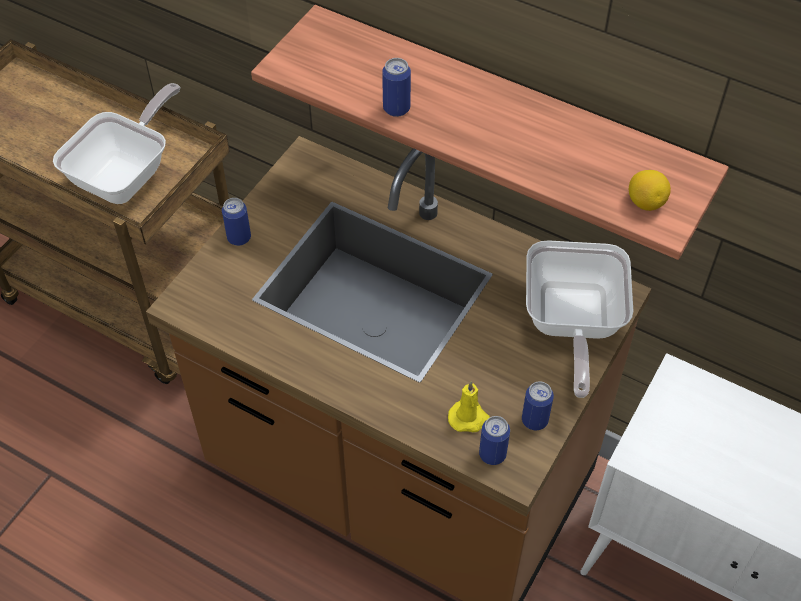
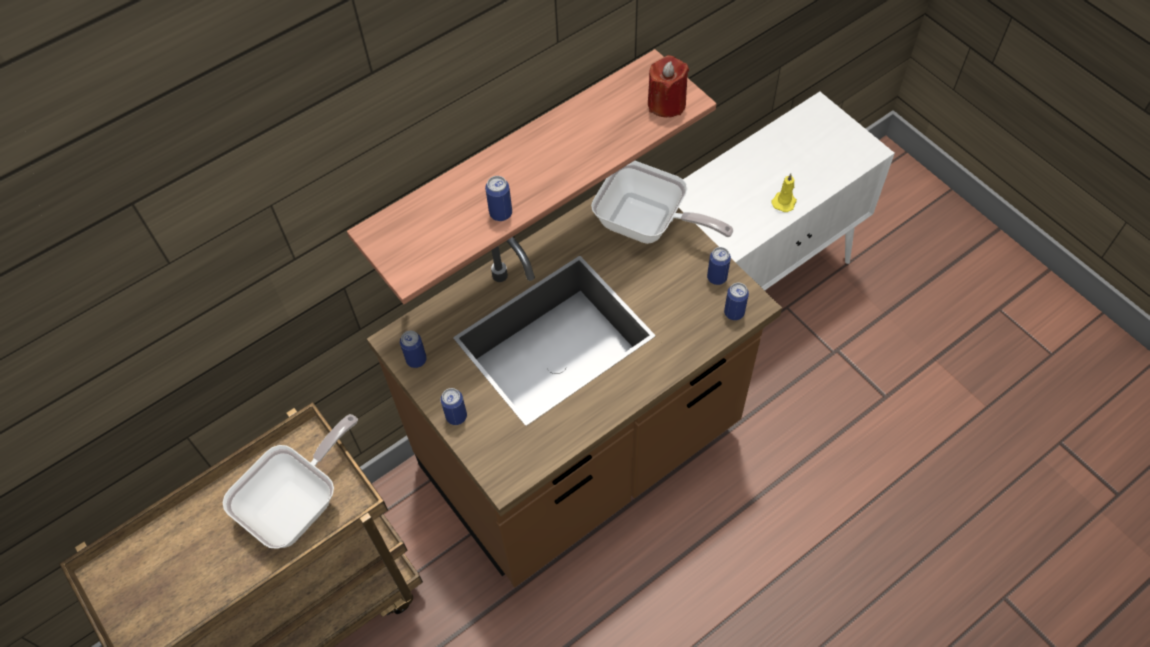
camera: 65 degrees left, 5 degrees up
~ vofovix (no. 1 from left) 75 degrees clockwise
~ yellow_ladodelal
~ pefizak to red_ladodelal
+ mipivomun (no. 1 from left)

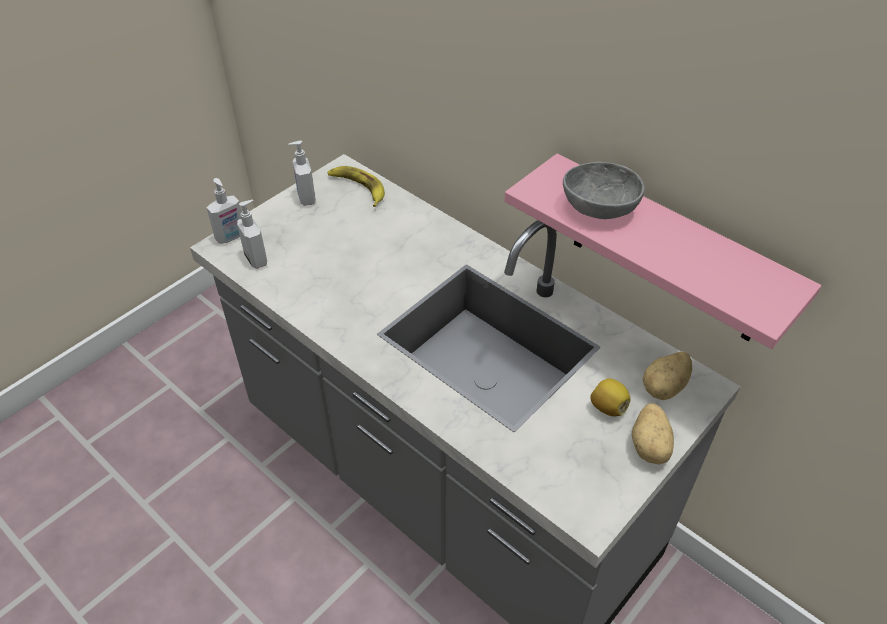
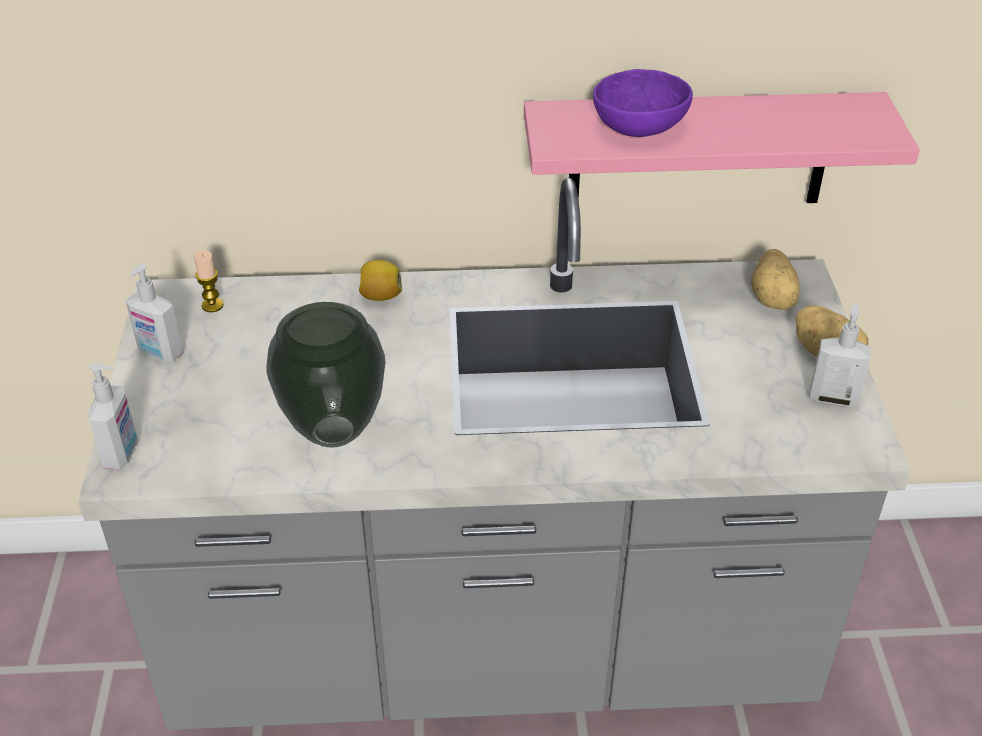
camera: 45 degrees left, 5 degrees down
~ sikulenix (no. 2 from left in the first image) to sikulenix (no. 3 from left)
~ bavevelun to ladodelal
~ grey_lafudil to purple_lafudil
~ pefizak
+ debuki

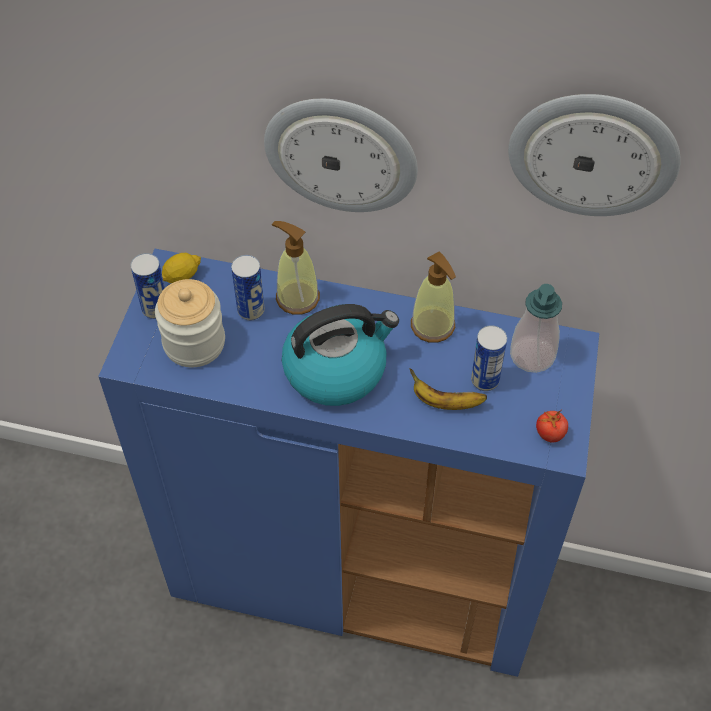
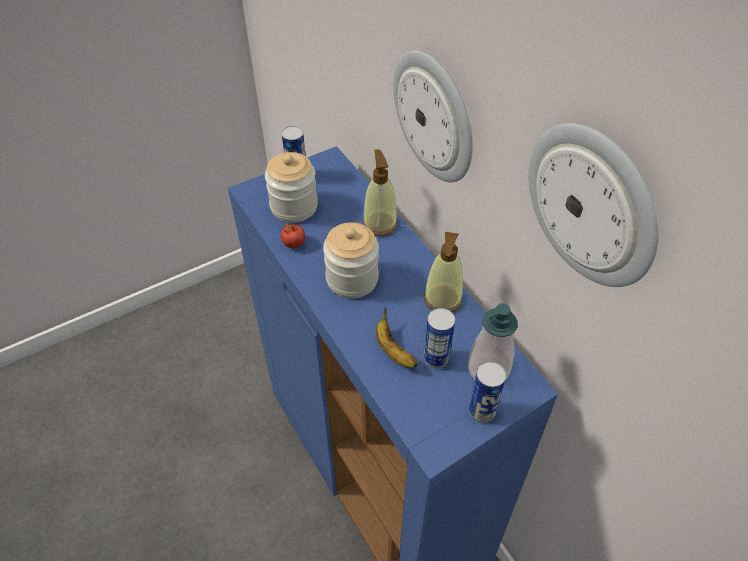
camera: 45 degrees right, 5 degrees down
- pefizak
~ mipivomun (no. 2 from left in the first image) to mipivomun (no. 3 from left)
~ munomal to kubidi (no. 2 from left)
~ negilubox

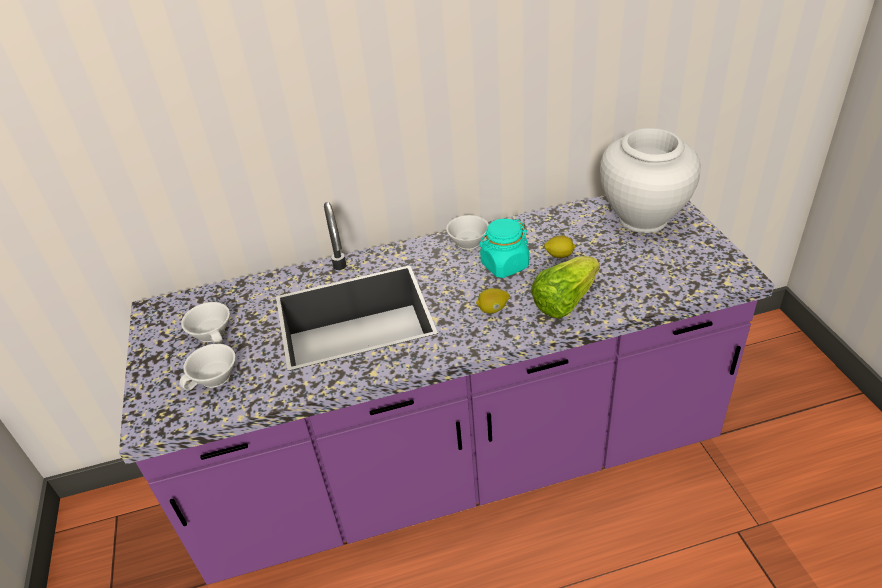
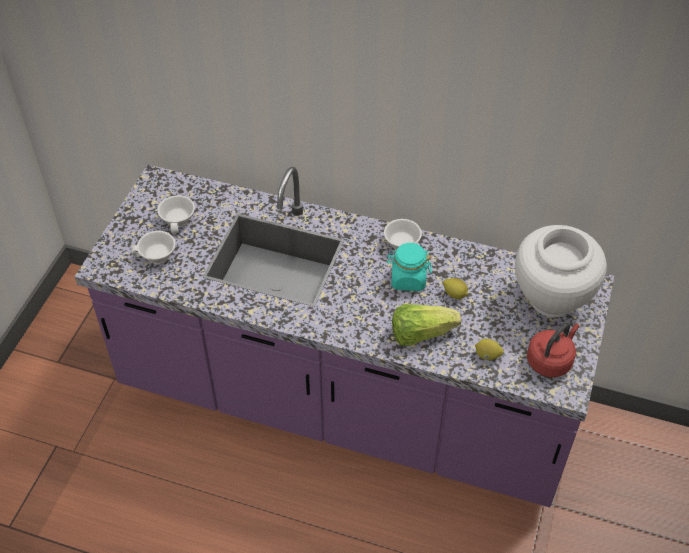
camera: 30 degrees right, 10 degrees up
~ pefizak (no. 1 from left in the first image) to pefizak (no. 2 from left)
+ red_munomal

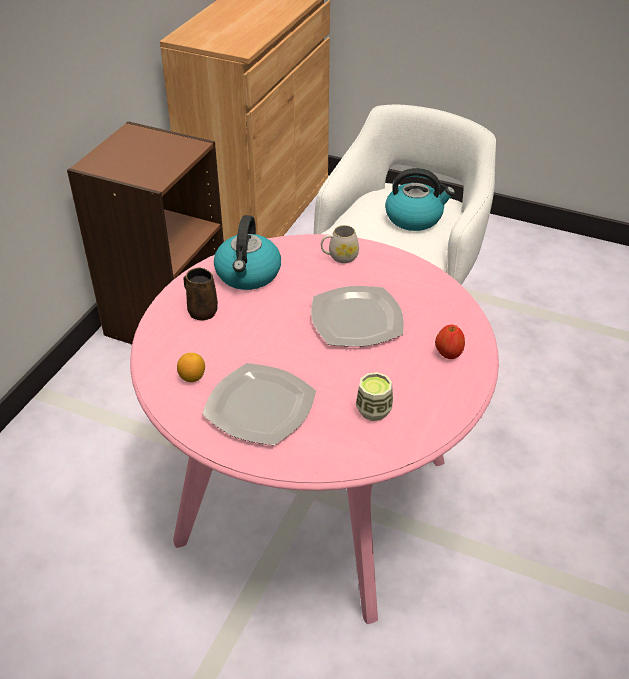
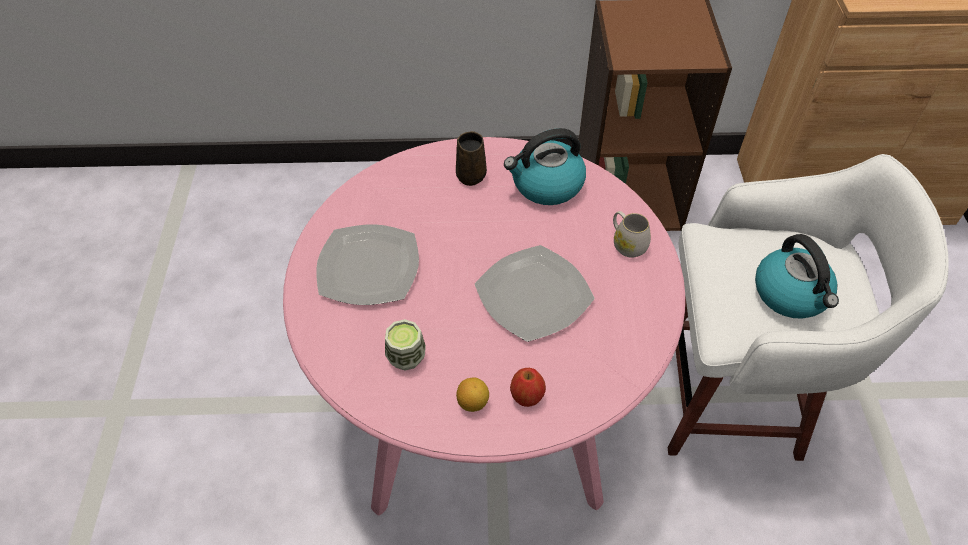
camera: 65 degrees right, 10 degrees up
~ pefizak

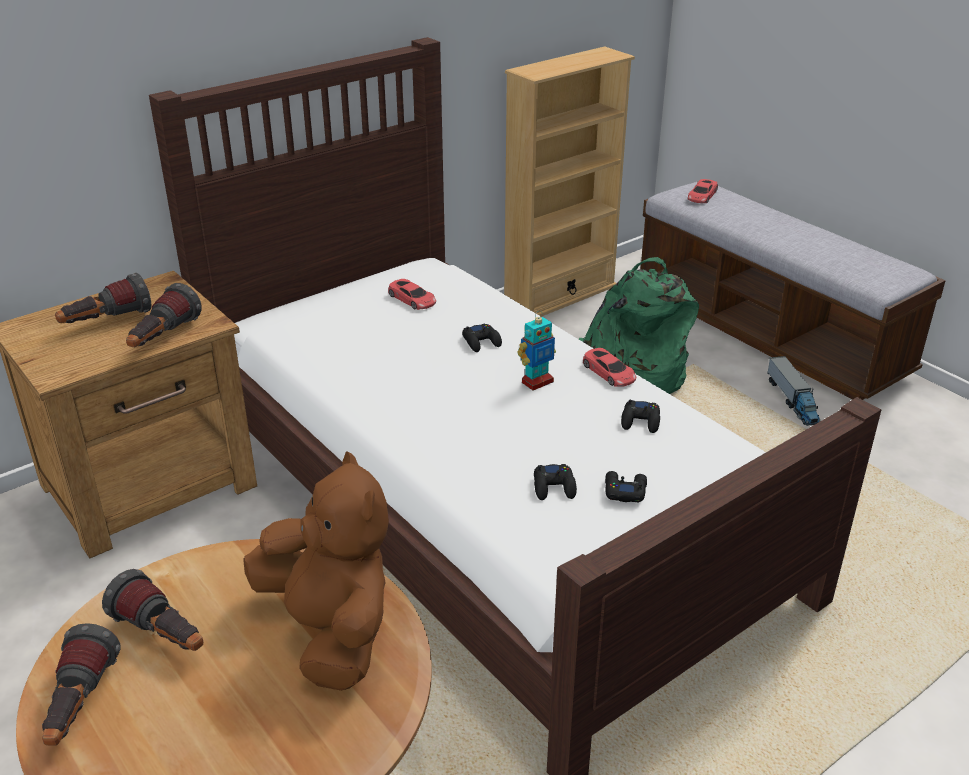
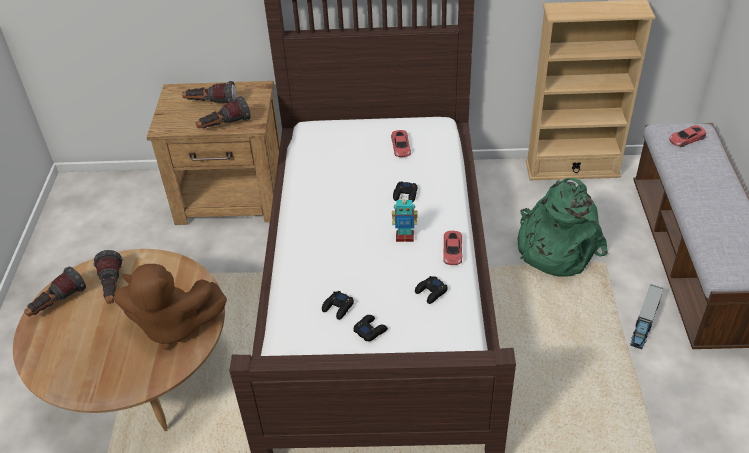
camera: 40 degrees right, 10 degrees up
~ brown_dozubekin 90 degrees clockwise

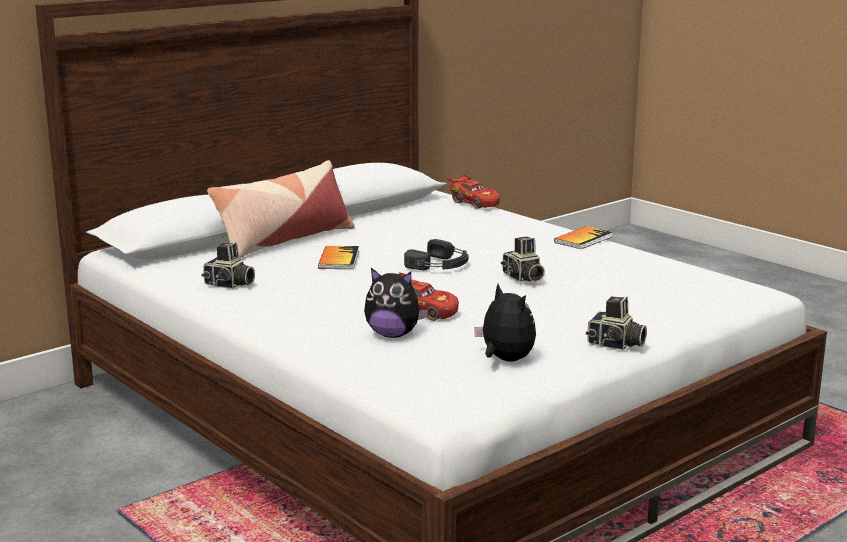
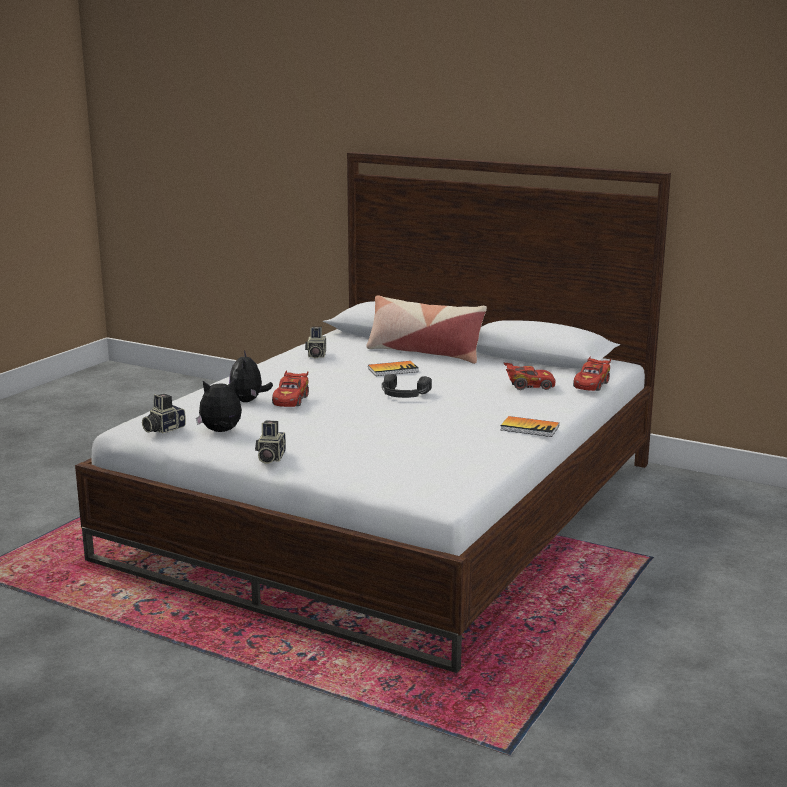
camera: 70 degrees right, 0 degrees up
~ dozubekin (no. 2 from left in the first image) 135 degrees counterclockwise
~ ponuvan (no. 2 from left in the first image) to ponuvan (no. 1 from left)
+ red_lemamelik (no. 2 from left)

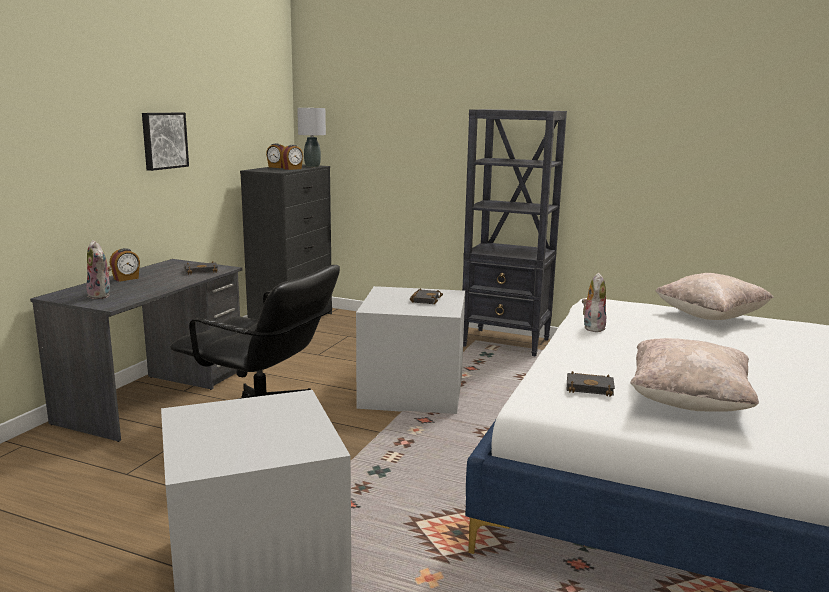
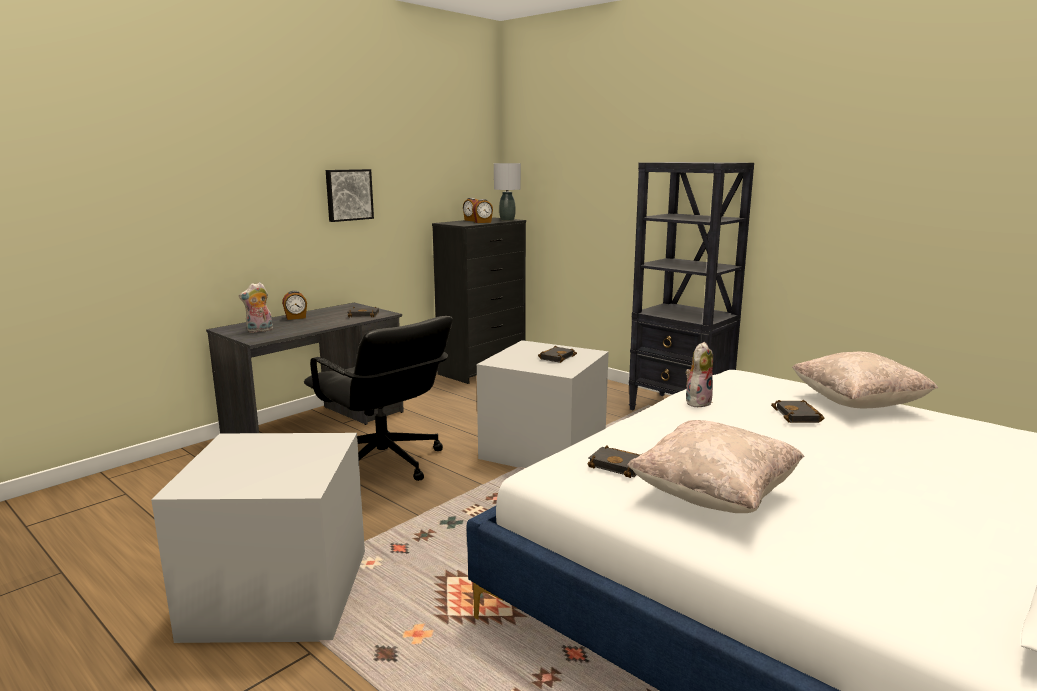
camera: 20 degrees right, 0 degrees up
~ dozubekin (no. 1 from left) 75 degrees clockwise
+ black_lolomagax (no. 4 from left)

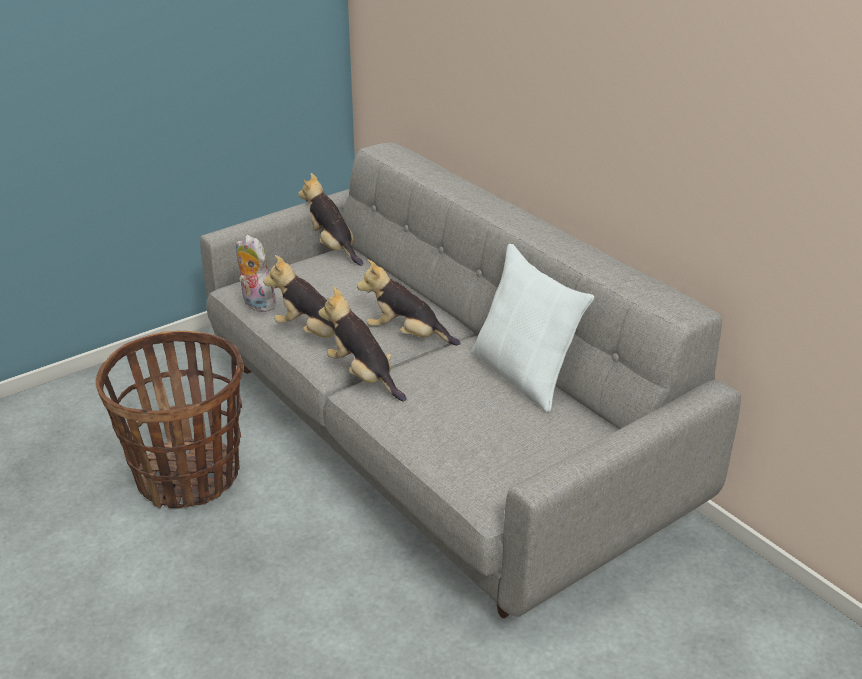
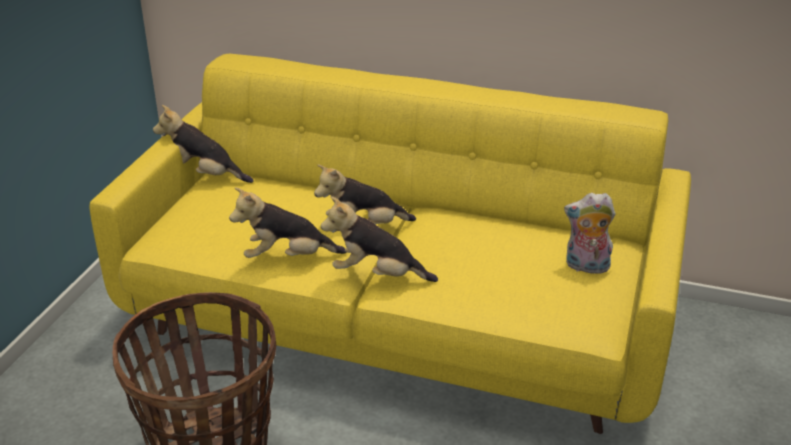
camera: 35 degrees left, 0 degrees up
~ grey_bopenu to yellow_bopenu
~ dozubekin (no. 1 from left in the first image) to dozubekin (no. 5 from left)
- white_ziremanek

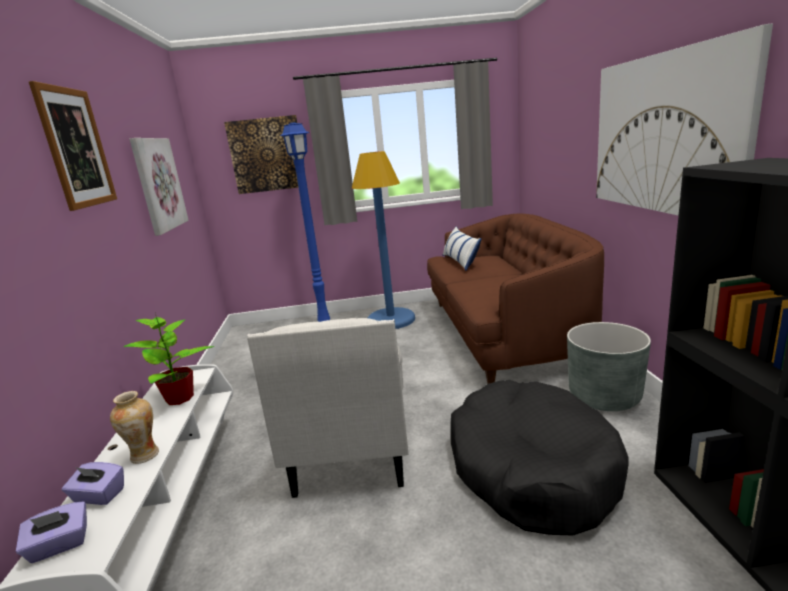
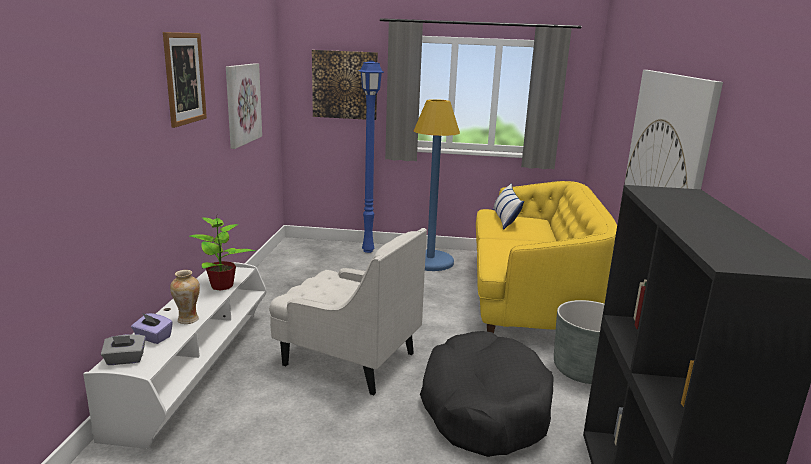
camera: 10 degrees right, 0 degrees up
~ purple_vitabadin (no. 1 from left) to grey_vitabadin
~ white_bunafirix 75 degrees counterclockwise
~ brown_bopenu to yellow_bopenu

